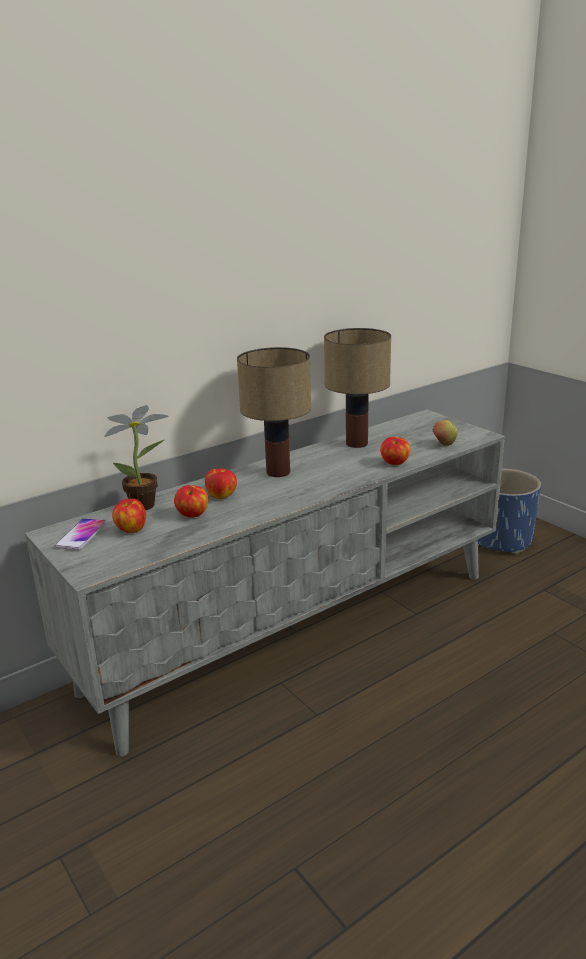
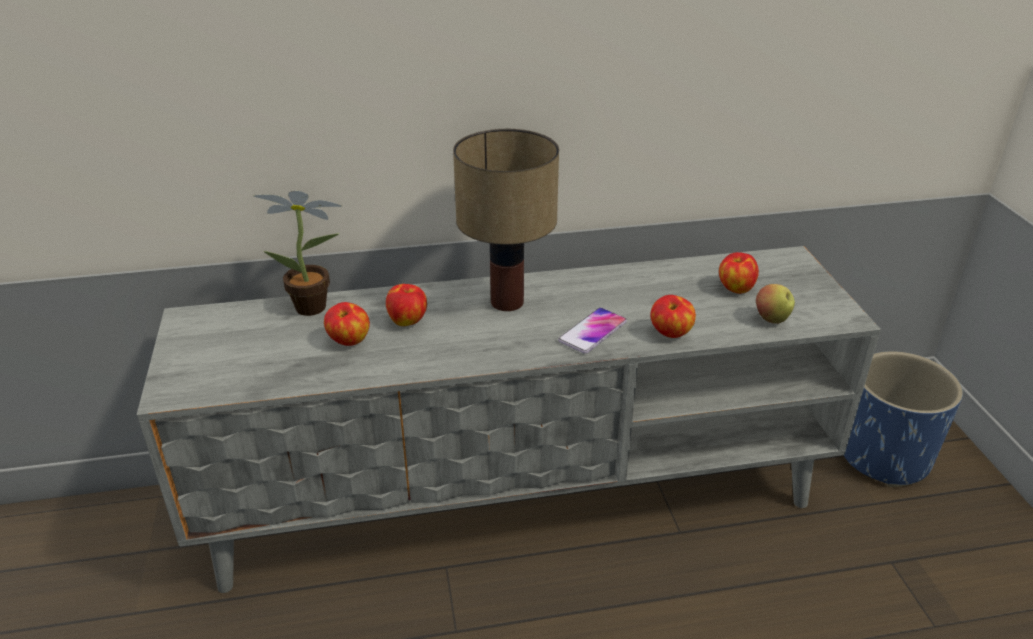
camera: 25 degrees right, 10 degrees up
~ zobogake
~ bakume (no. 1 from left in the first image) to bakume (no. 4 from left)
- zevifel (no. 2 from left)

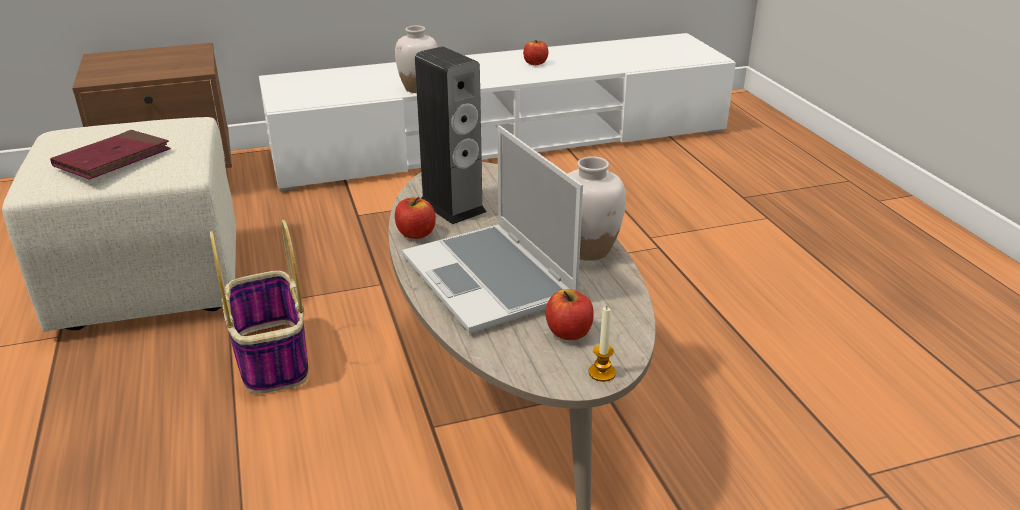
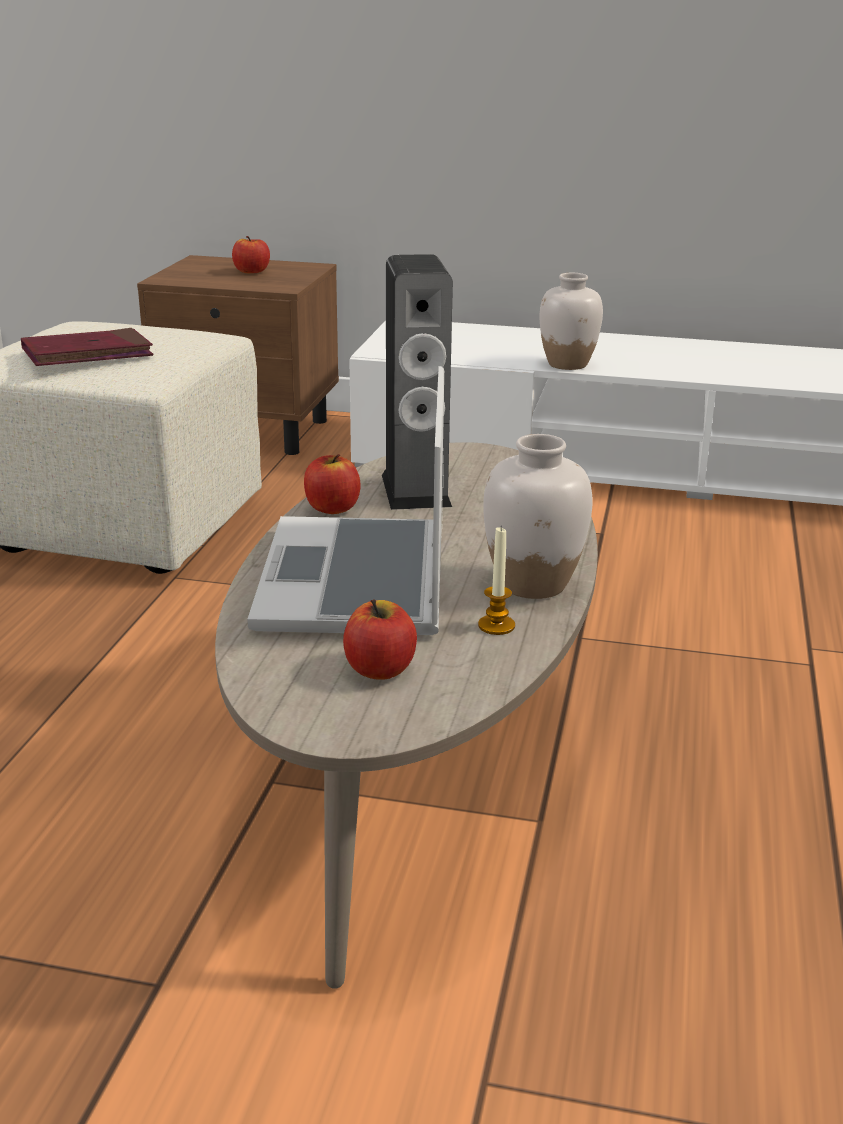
camera: 30 degrees right, 5 degrees down
- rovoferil
~ bakume (no. 2 from left in the first image) to bakume (no. 1 from left)
~ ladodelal

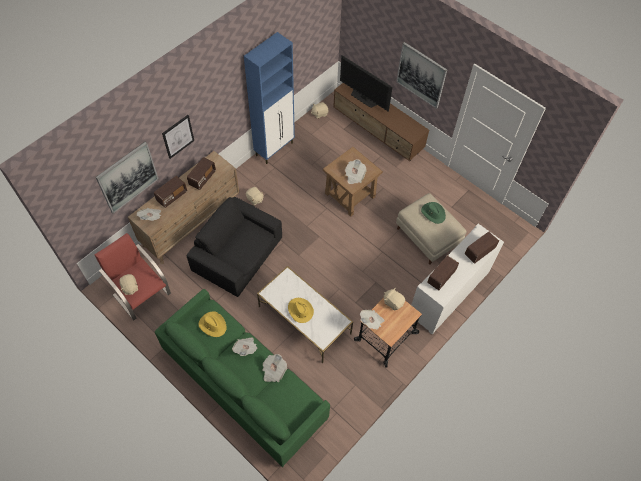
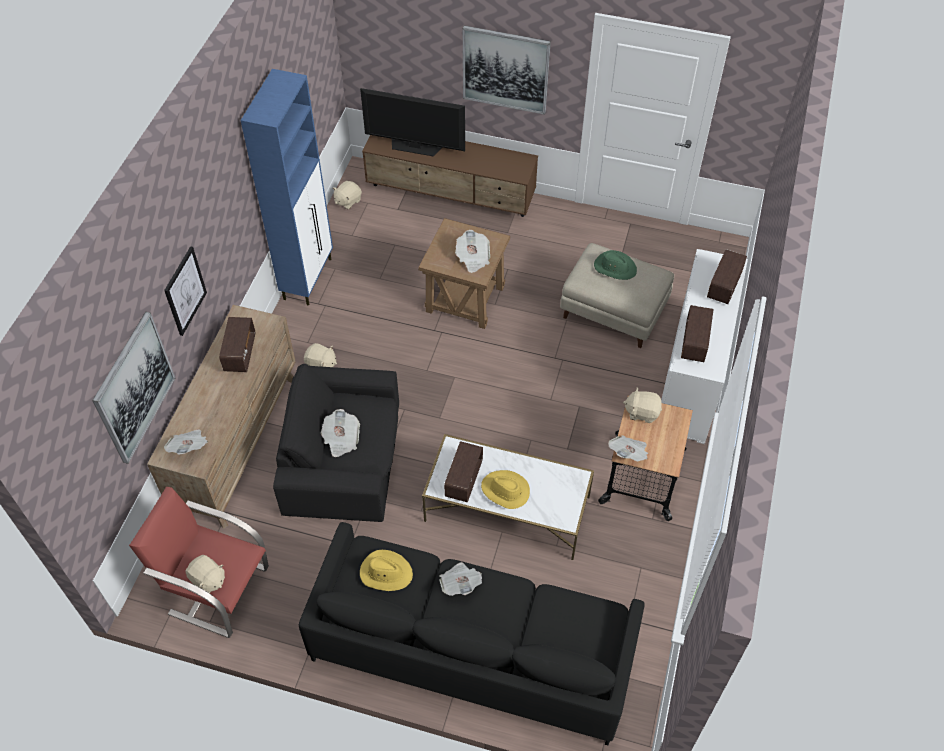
camera: 25 degrees left, 5 degrees down
~ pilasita (no. 1 from left in the first image) to pilasita (no. 2 from left)
~ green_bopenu to black_bopenu
~ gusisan (no. 3 from left in the first image) to gusisan (no. 2 from left)

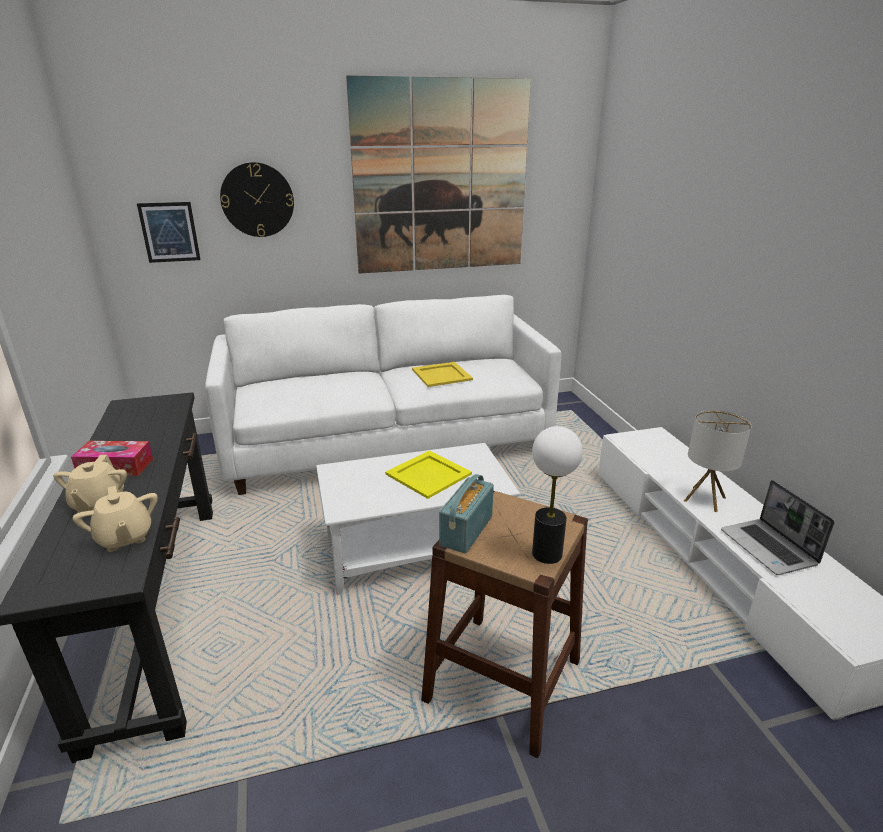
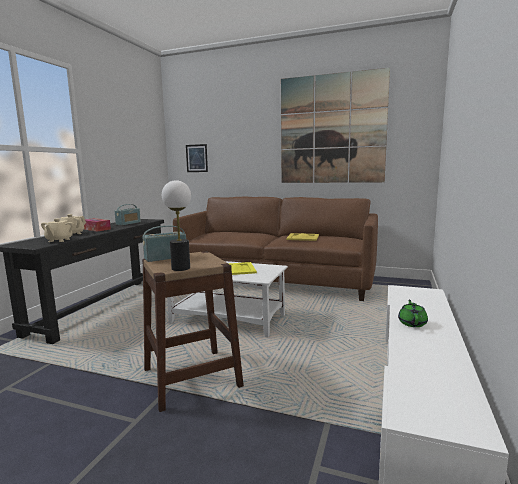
camera: 35 degrees right, 15 degrees down
~ white_bopenu to brown_bopenu
- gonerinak
~ zevifel (no. 2 from left) to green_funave
- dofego
+ pilasita (no. 1 from left)

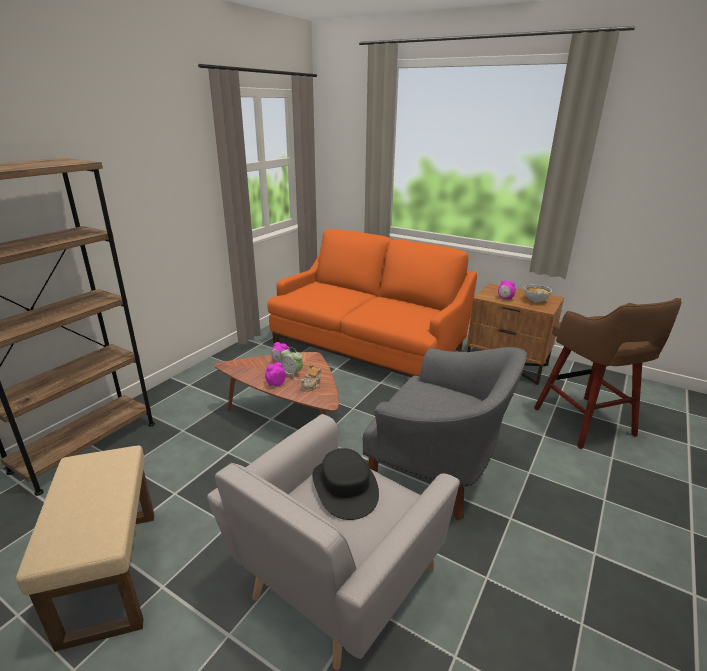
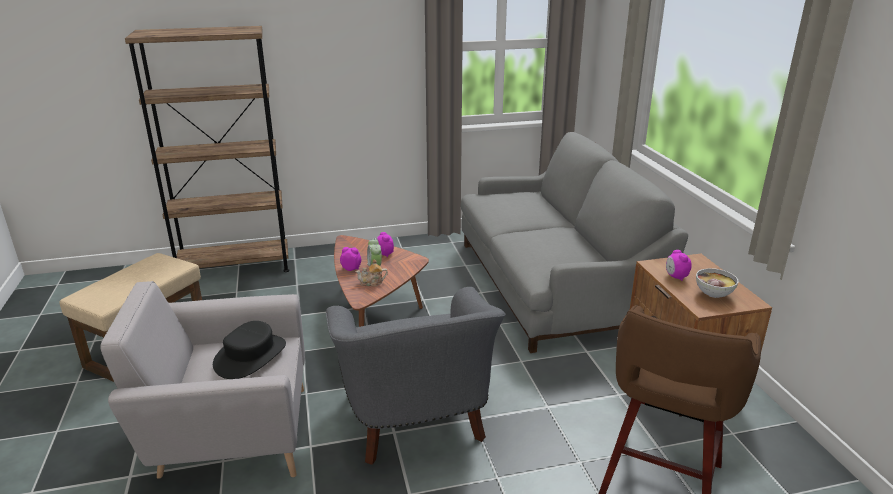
camera: 45 degrees right, 0 degrees up
~ orange_bopenu to grey_bopenu

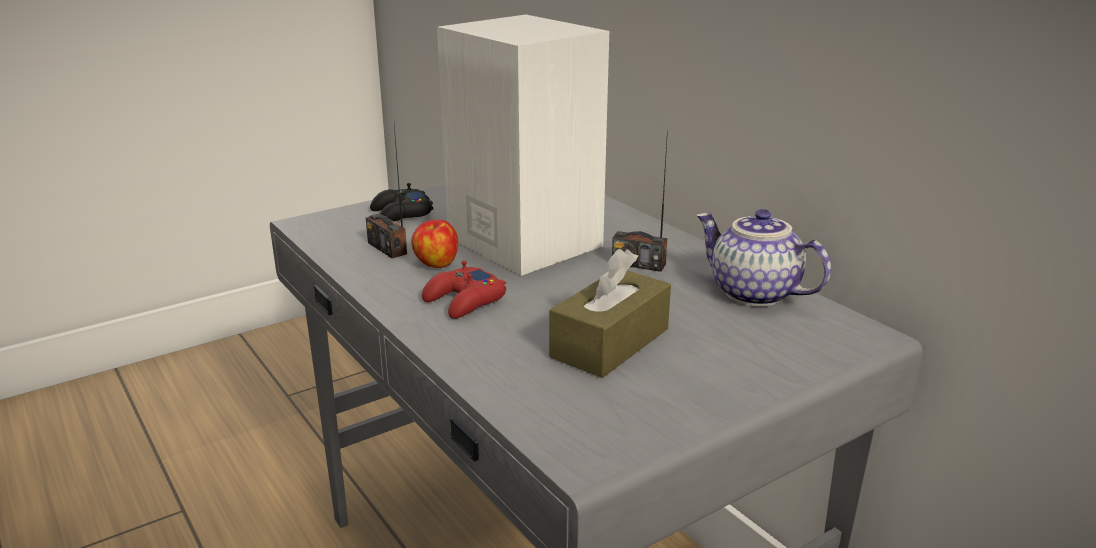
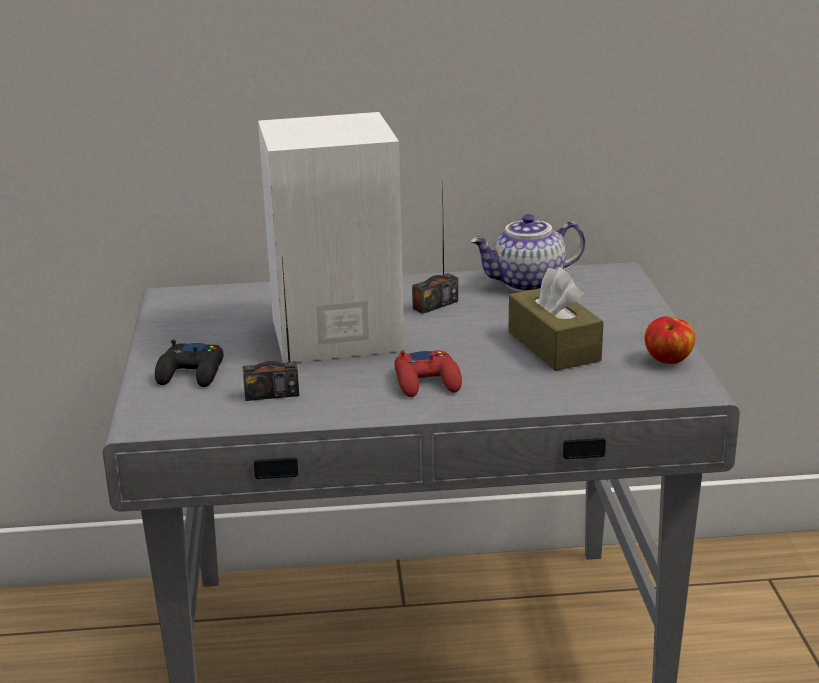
camera: 60 degrees left, 0 degrees up
~ bakume

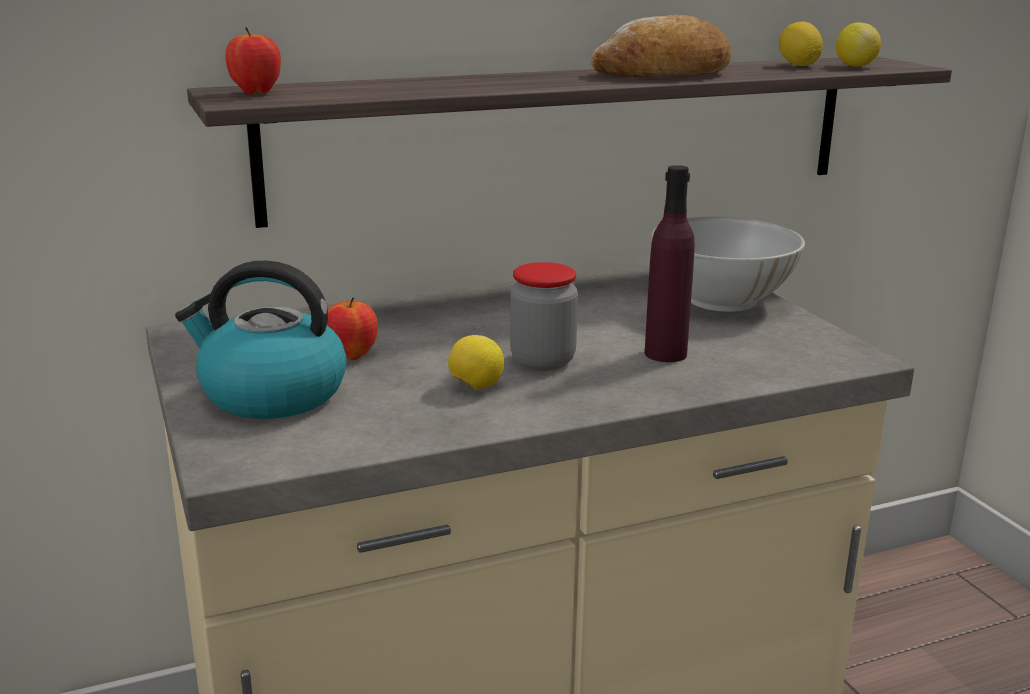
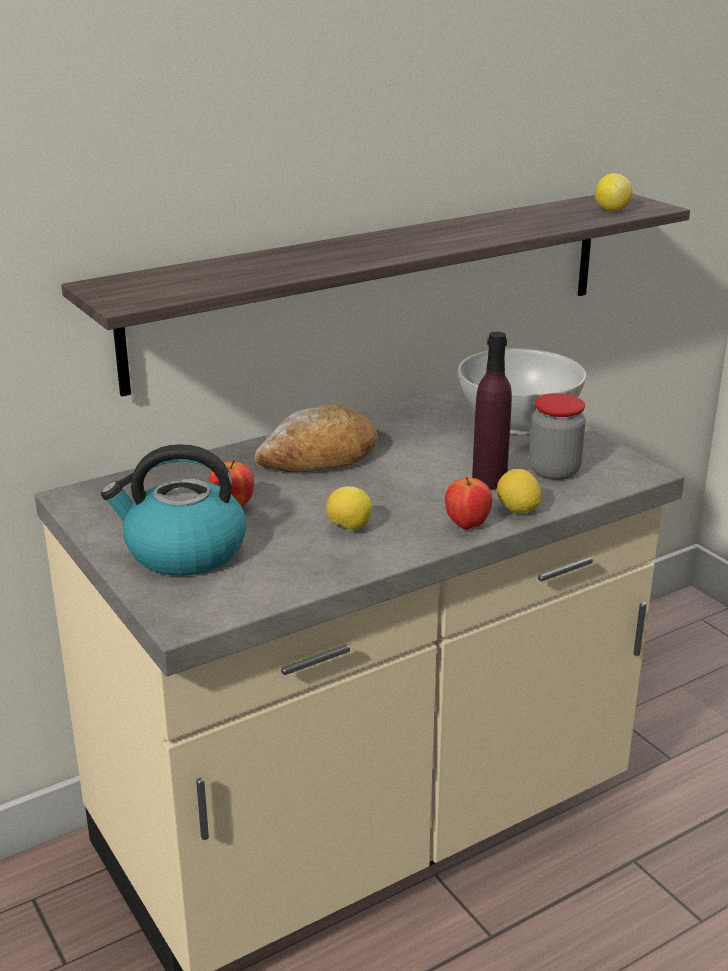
camera: 10 degrees left, 5 degrees up
~ bakume (no. 1 from left in the first image) to bakume (no. 2 from left)
~ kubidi
~ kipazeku
~ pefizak (no. 2 from left)

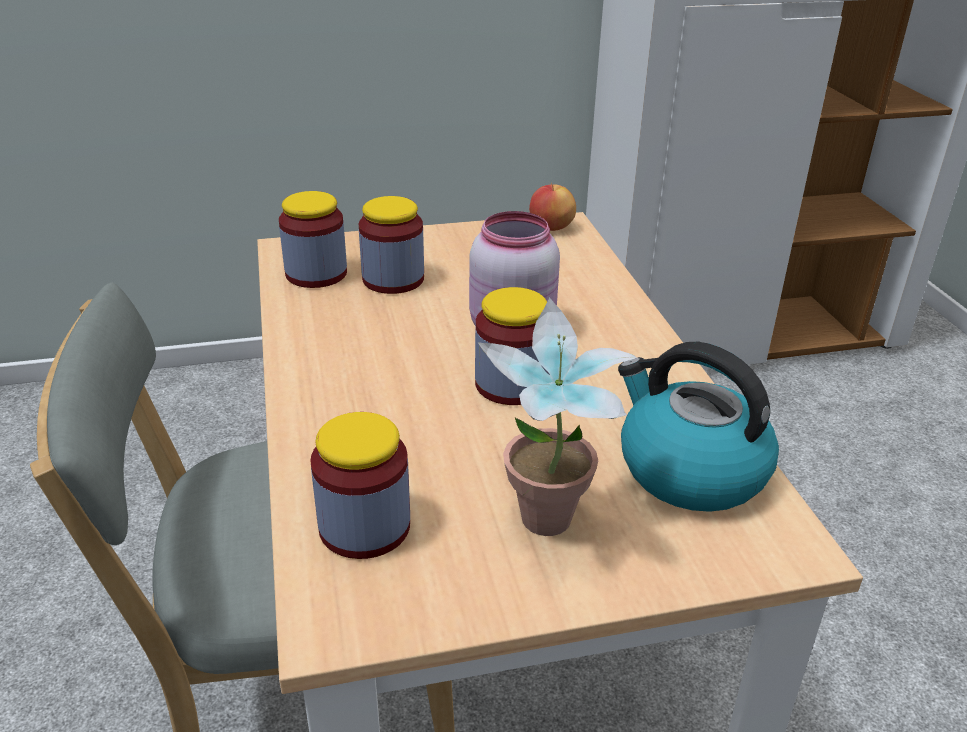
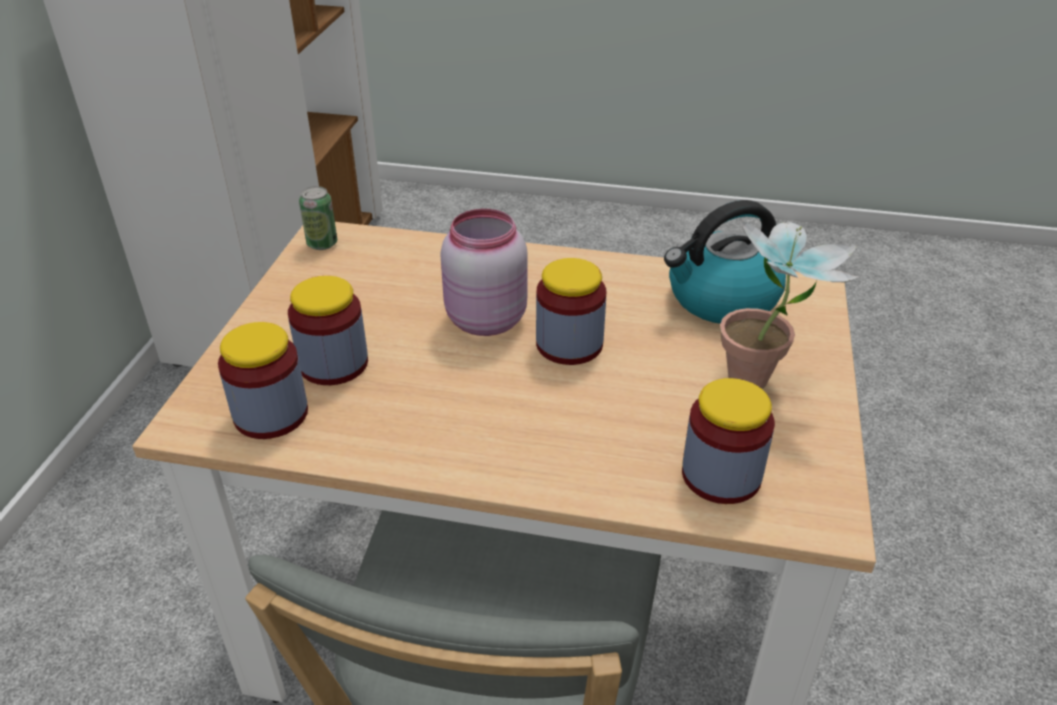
camera: 65 degrees left, 5 degrees up
~ bakume to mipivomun

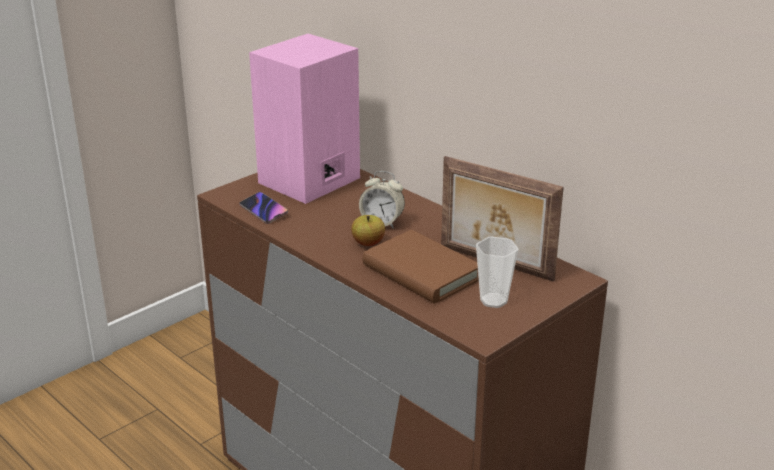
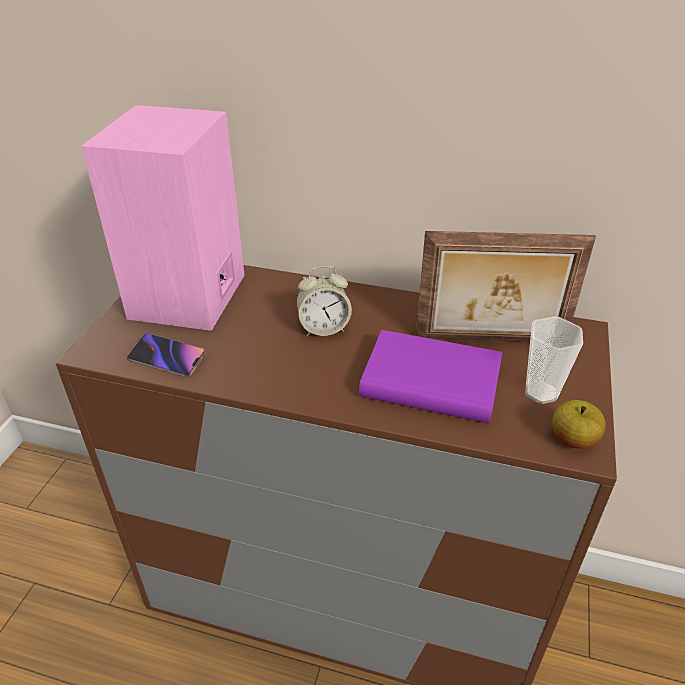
camera: 30 degrees left, 10 degrees up
~ bakume
~ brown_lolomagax to purple_lolomagax

